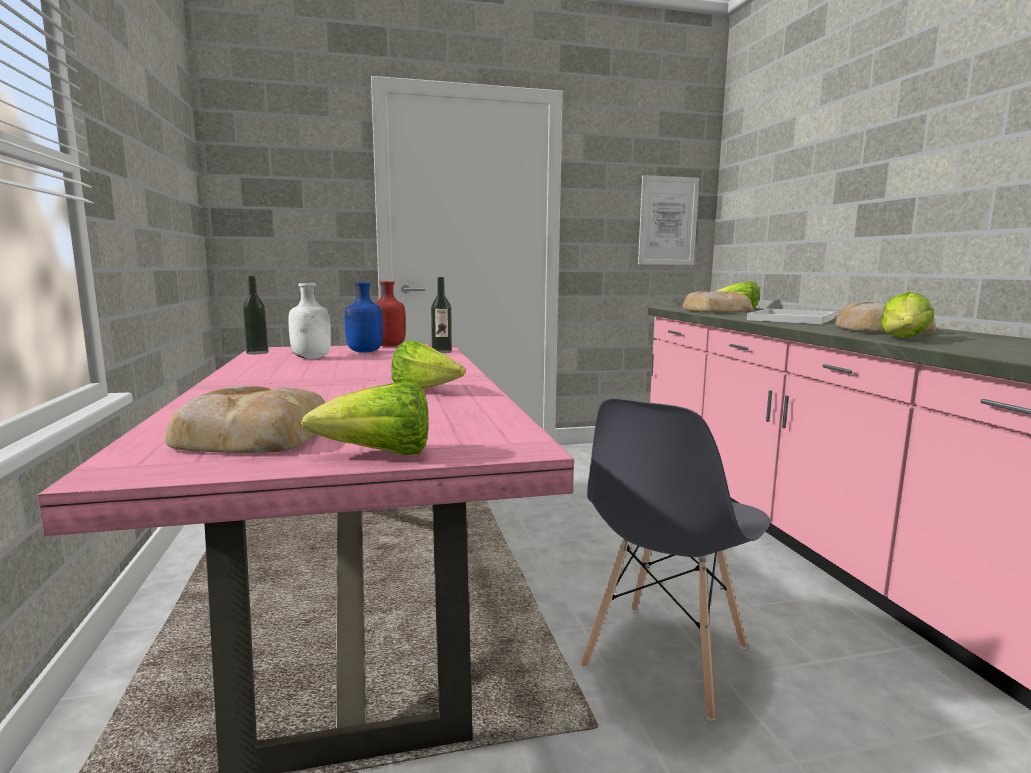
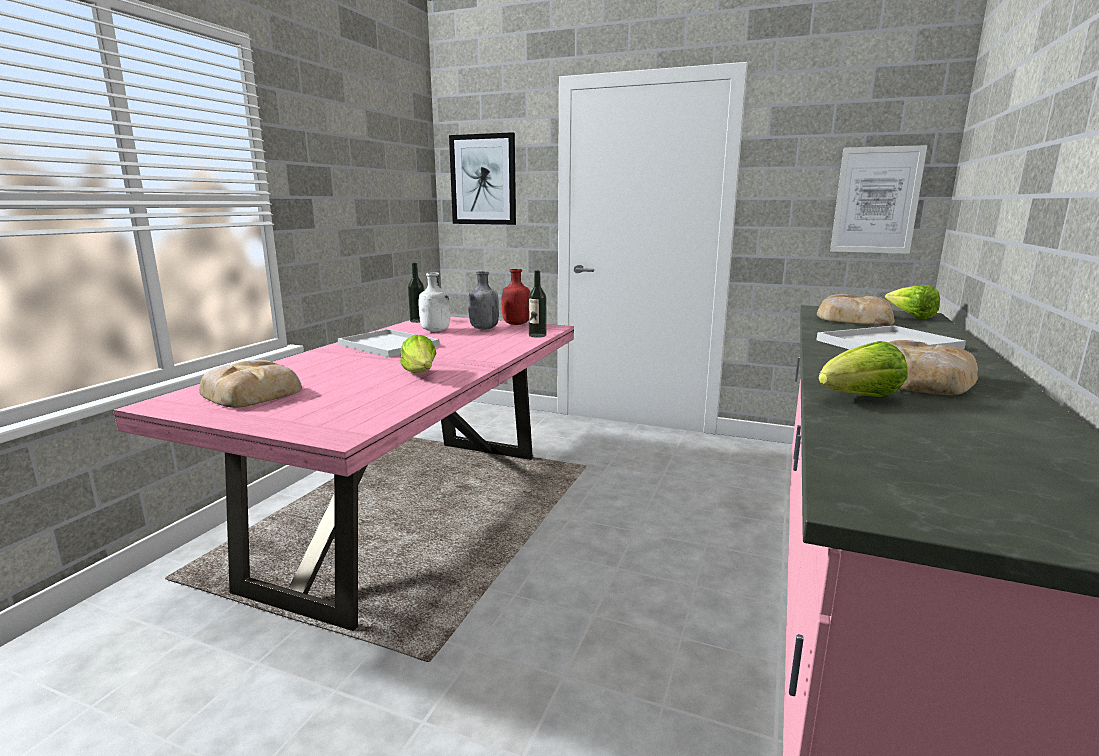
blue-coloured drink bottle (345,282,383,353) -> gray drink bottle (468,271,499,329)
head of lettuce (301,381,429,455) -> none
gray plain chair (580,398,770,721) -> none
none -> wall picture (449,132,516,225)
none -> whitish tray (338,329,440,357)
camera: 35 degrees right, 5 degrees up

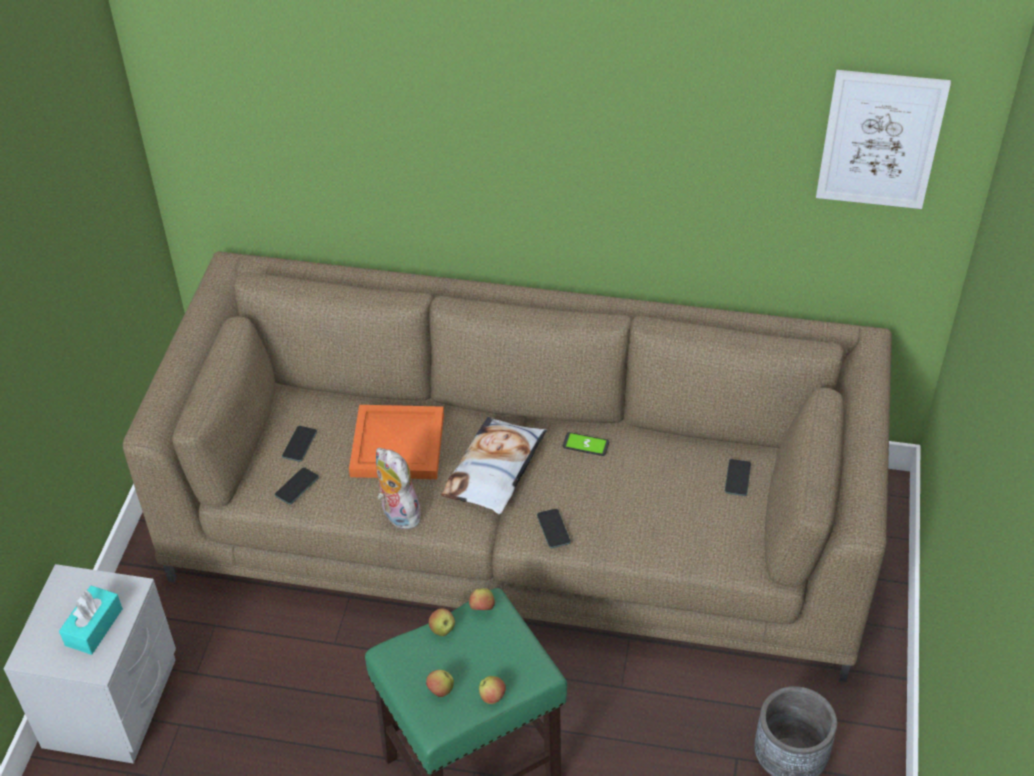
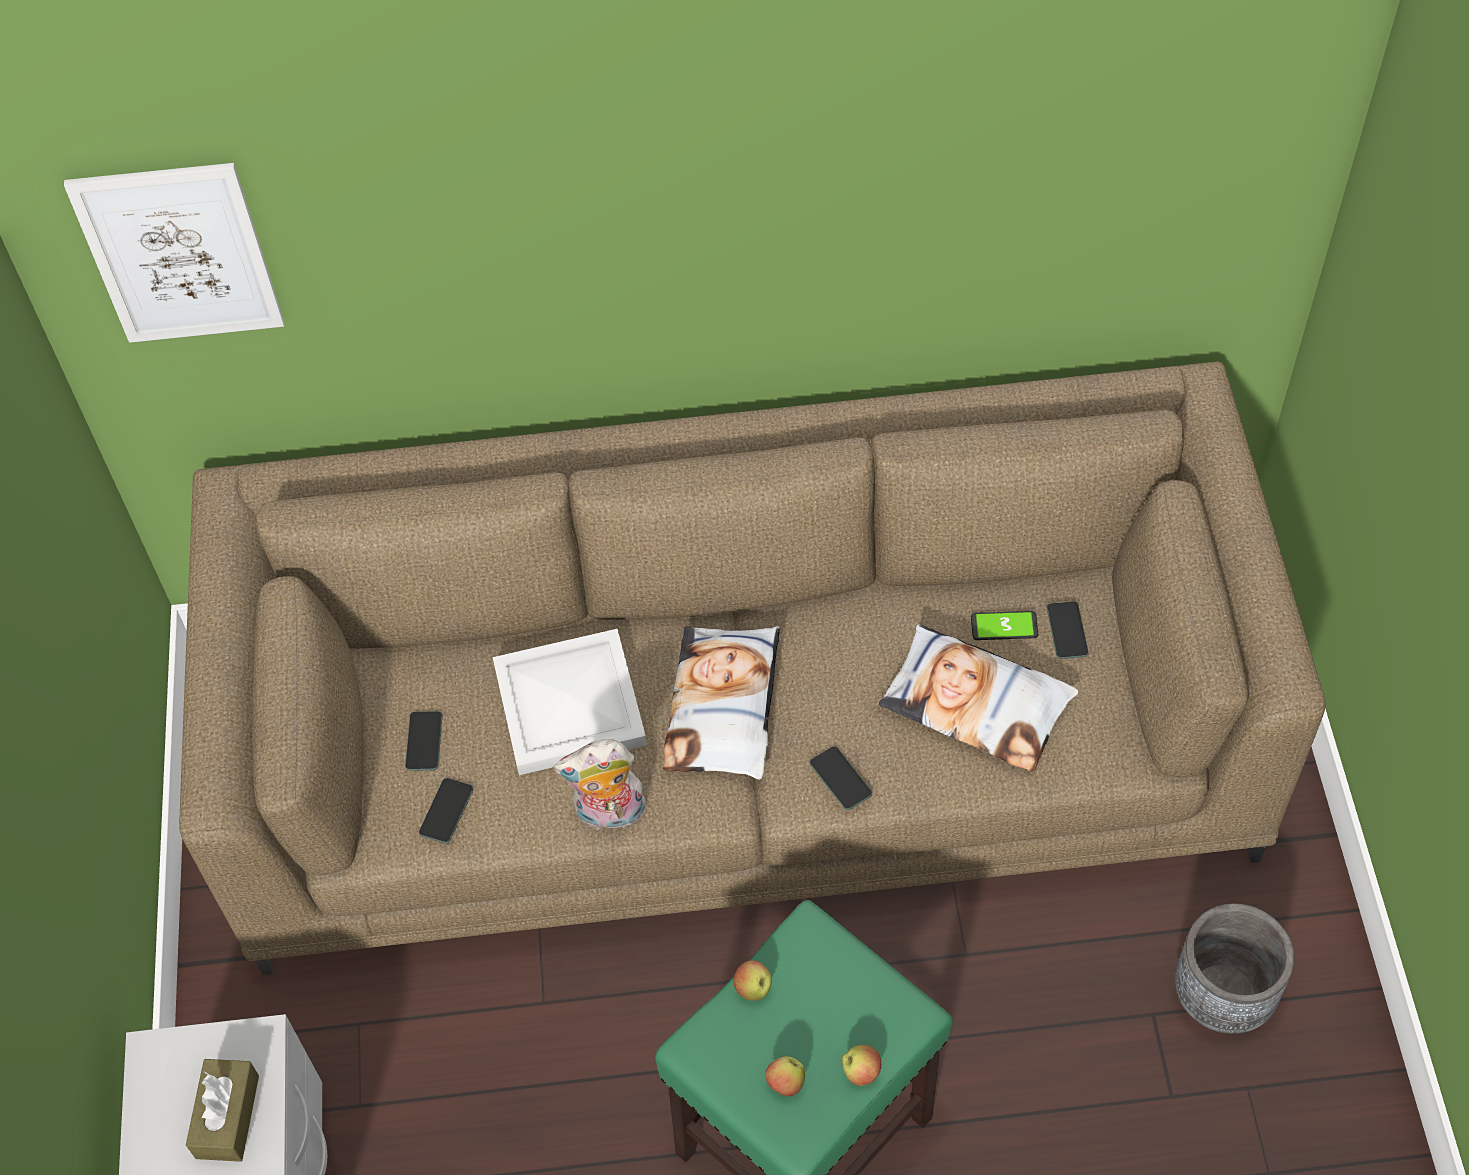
wall picture (816,70,951,209) -> wall picture (64,163,284,343), moved
orange tray (349,405,444,479) -> whitish tray (493,629,647,775)
phone (563,432,609,456) -> phone (971,611,1038,640), moved
cuddly toy (376,448,421,530) -> cuddly toy (554,739,646,830), 45 degrees counterclockwise
blue-green tissue box (59,586,123,655) -> brown tissue box (186,1059,259,1162)
apple (469,588,495,610) -> none
none -> cushion (879,624,1078,772)
camera: 15 degrees left, 10 degrees up

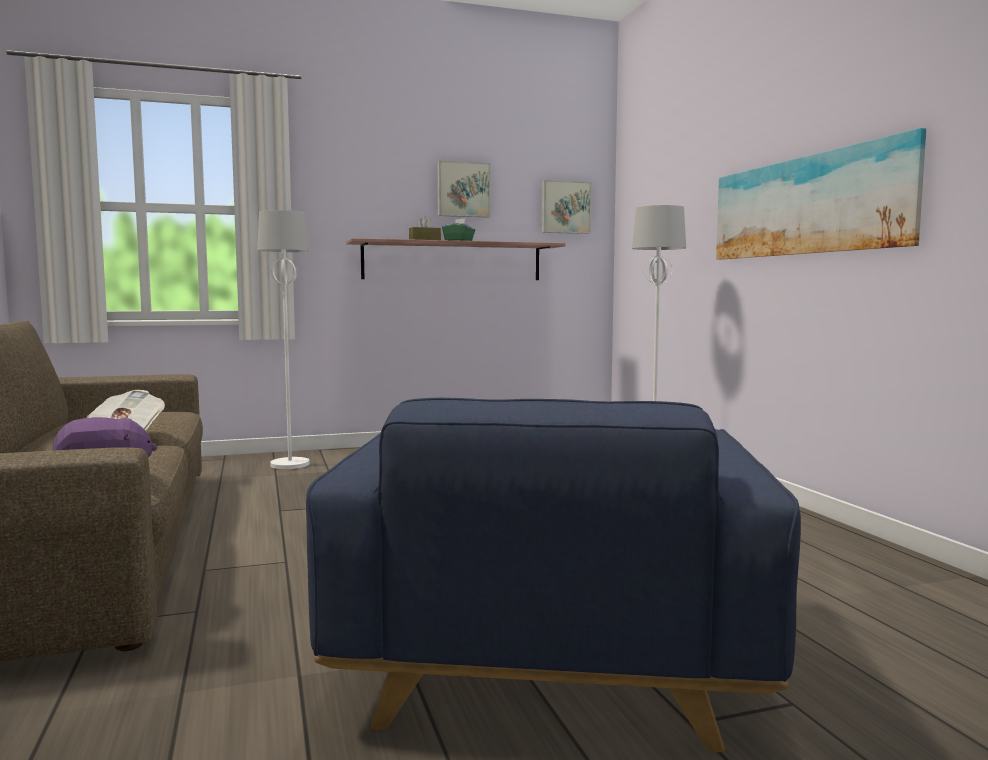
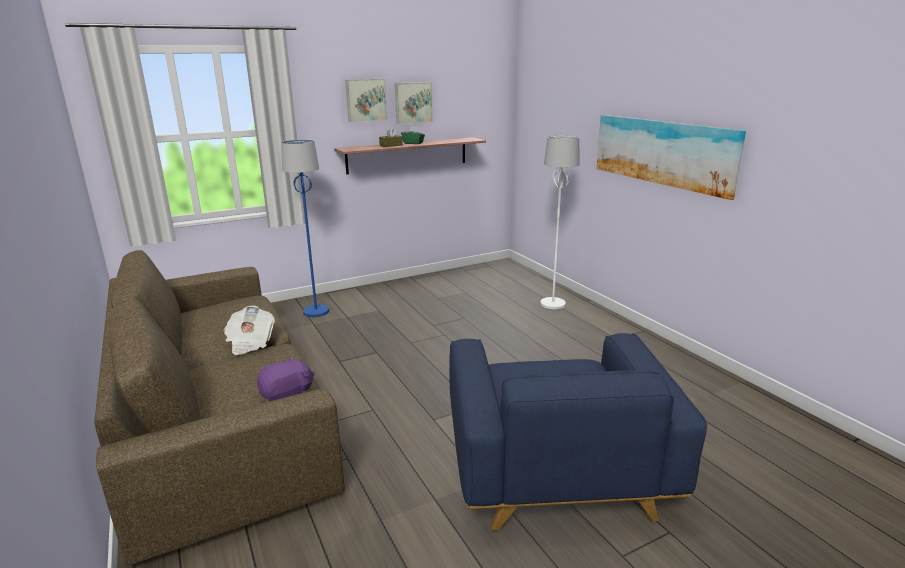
wall picture (542,180,592,234) -> wall picture (345,79,388,122), moved
whitish standing lamp (257,210,310,469) -> blue-coloured standing lamp (281,140,329,317)
camera: 10 degrees left, 15 degrees up

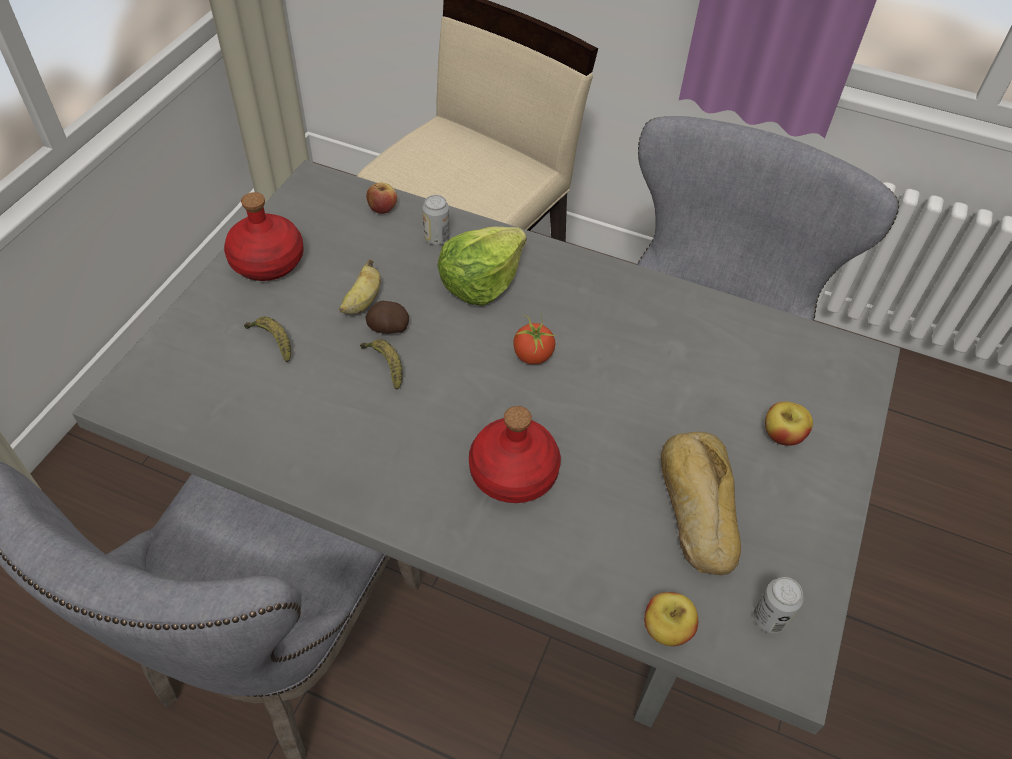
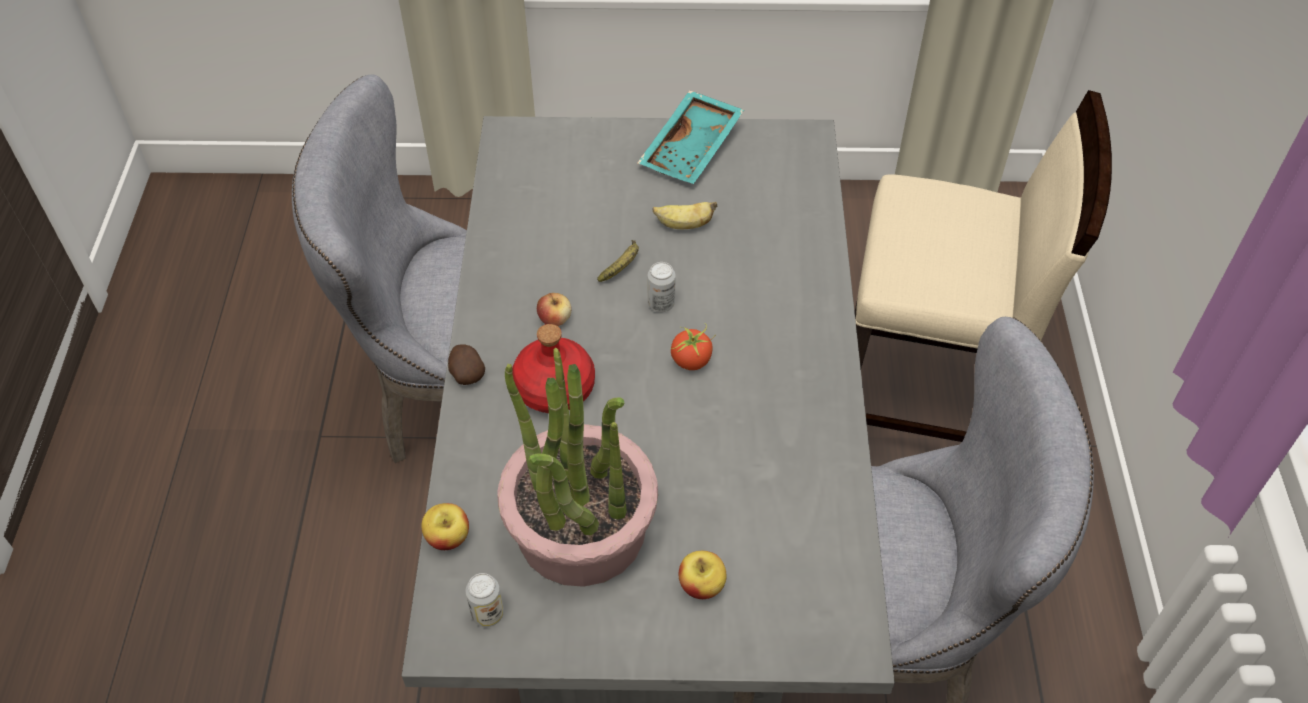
apple (366,183,397,214) -> apple (537,293,571,326), moved
red drink bottle (224,192,304,281) -> blue-green tray (638,90,744,184)
can (423,195,450,245) -> can (648,262,676,312), moved
head of lettuce (437,227,527,306) -> none
whole potato (365,301,409,334) -> whole potato (448,344,485,385), moved
banana fruit (244,317,291,362) -> none
bakery bread (661,432,741,575) -> houseplant (497,348,658,587)
camera: 70 degrees right, 0 degrees up

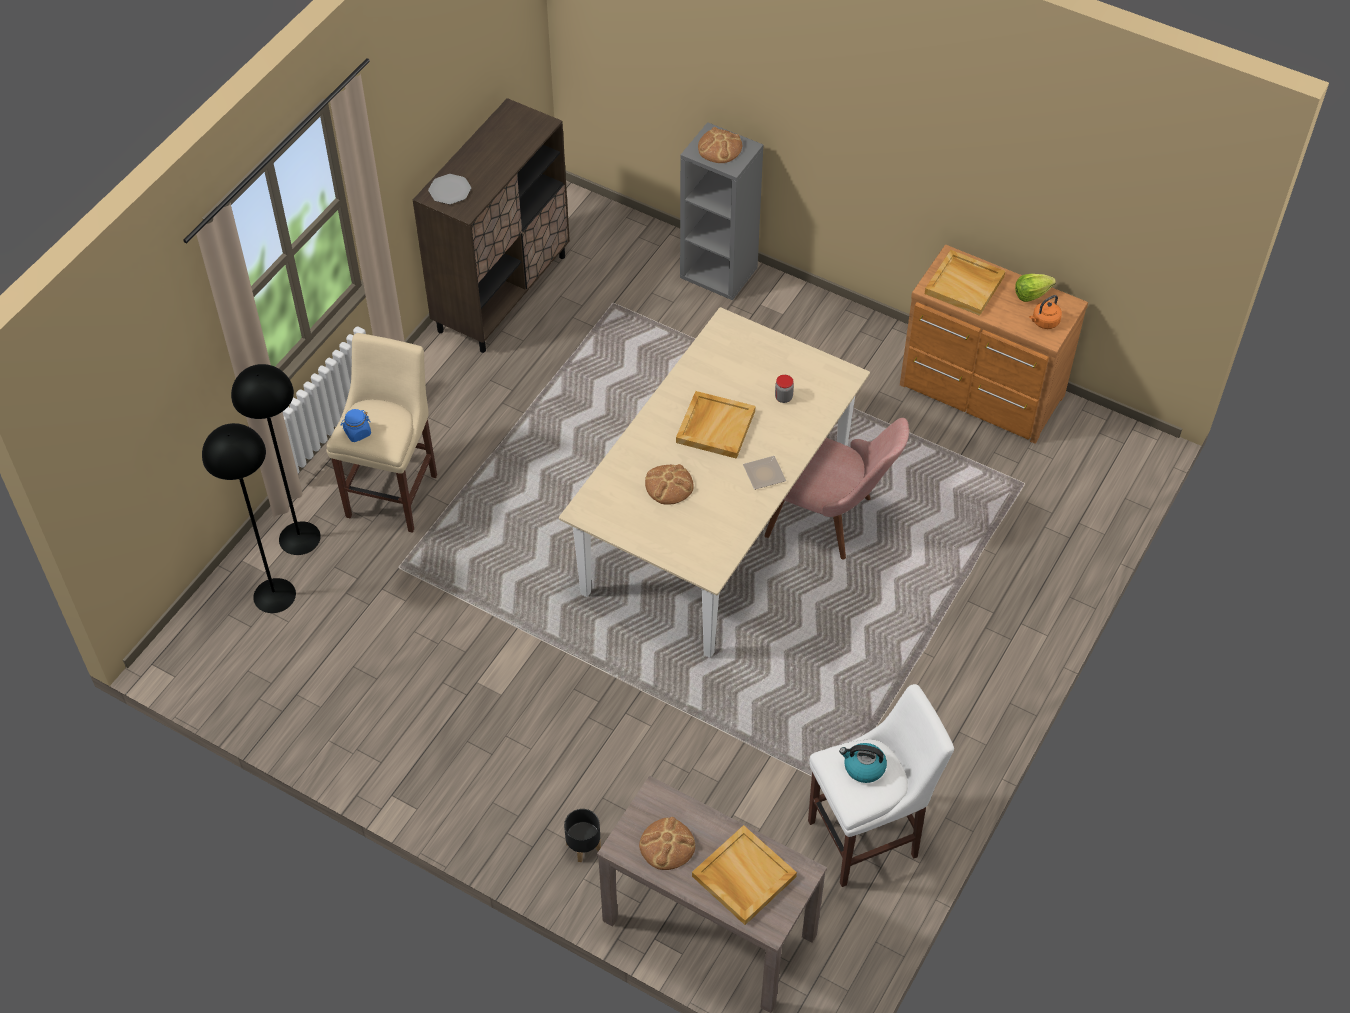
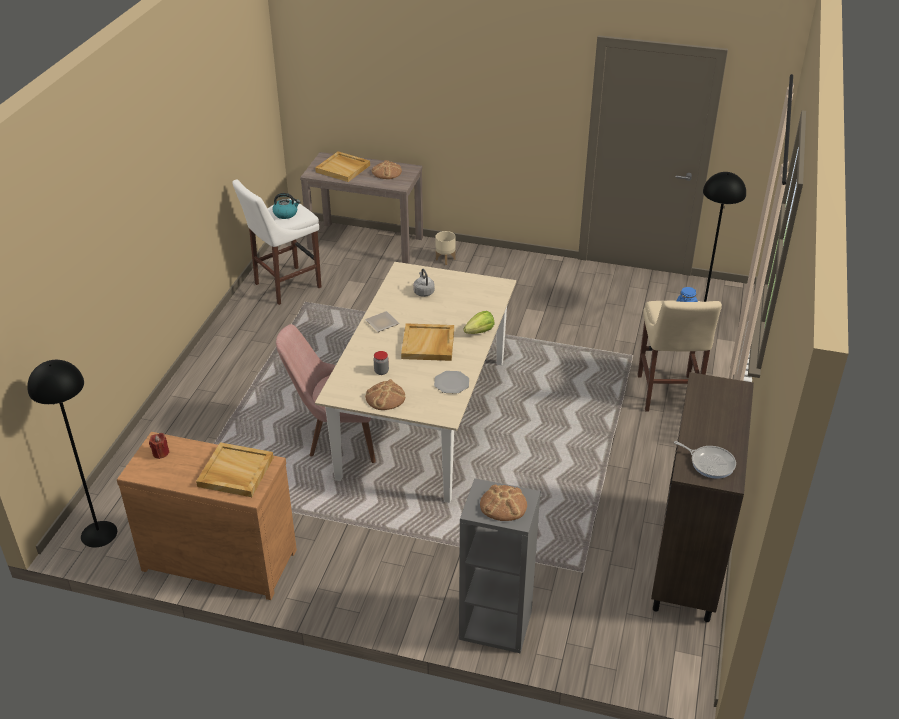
plate (428,174,471,204) -> plate (434,371,469,394), moved
head of lettuce (1015,274,1056,302) -> head of lettuce (464,311,495,334), moved
orange tea kettle (1029,295,1062,329) -> red candle (149,433,169,459)
black standing lamp (231,364,321,555) -> black standing lamp (27,360,117,547), moved
bakery bread (645,464,694,505) -> bakery bread (365,379,405,410), moved
black plant pot (564,809,601,862) -> beige plant pot (436,231,456,265)
none -> gray tea kettle (413,269,435,297)
none -> pan (674,441,736,479)
camera: 165 degrees right, 15 degrees down

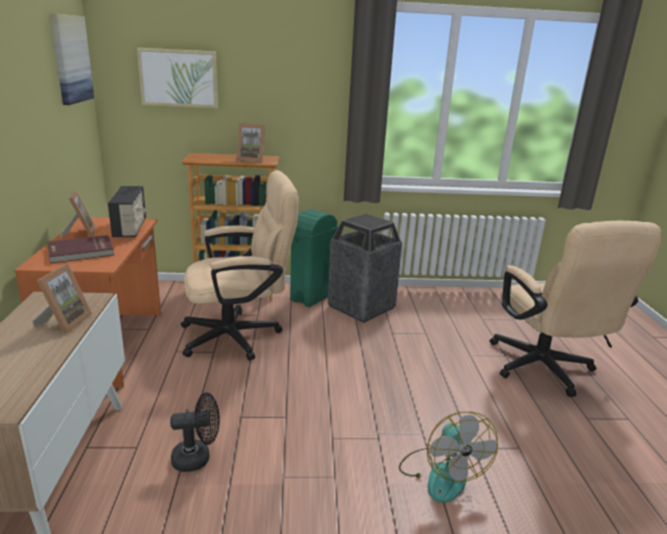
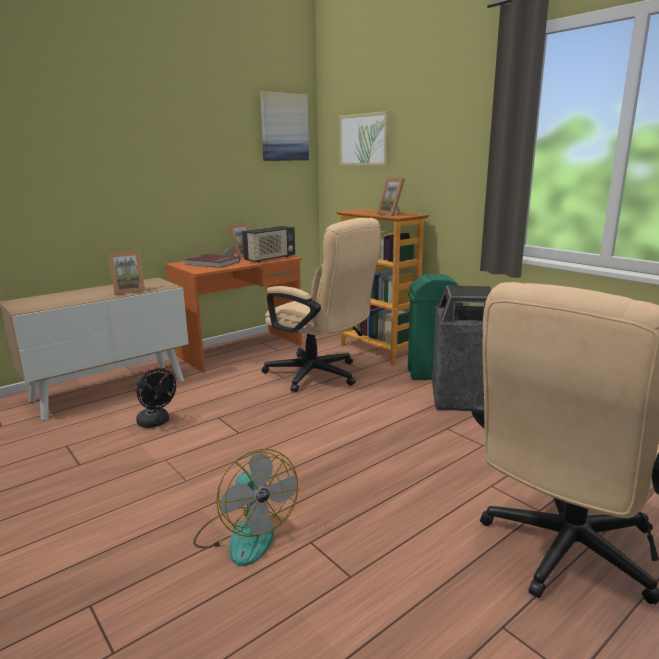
electric fan (399,412,498,503) -> electric fan (193,449,298,566), 75 degrees counterclockwise
camera: 55 degrees right, 5 degrees down

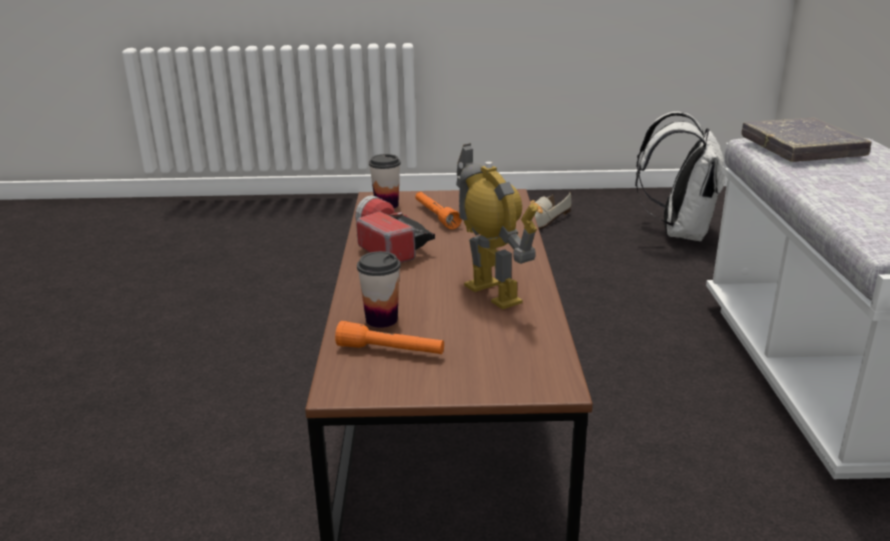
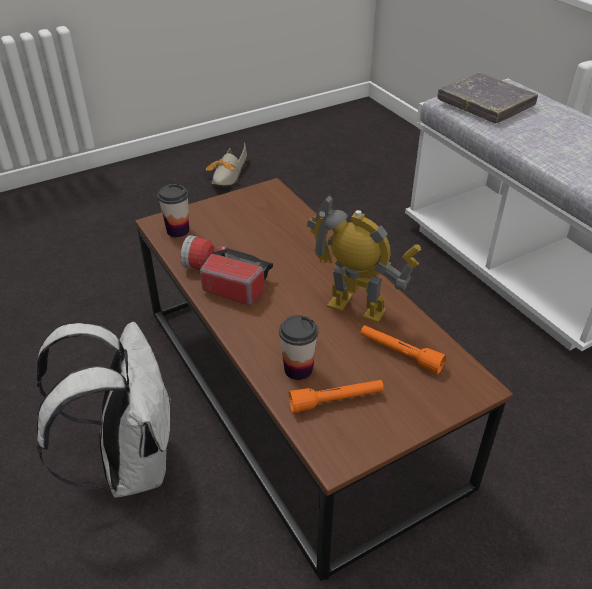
whitish rucksack (635,111,725,242) -> whitish rucksack (37,322,171,498), moved
orange torch (415,192,462,229) -> orange torch (360,325,446,374), moved
camera: 30 degrees left, 15 degrees up

